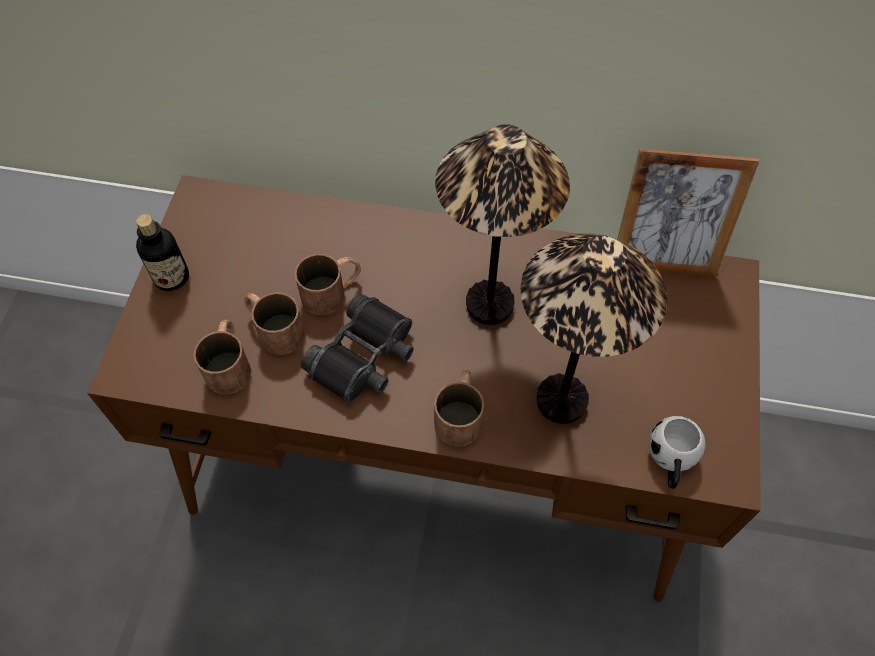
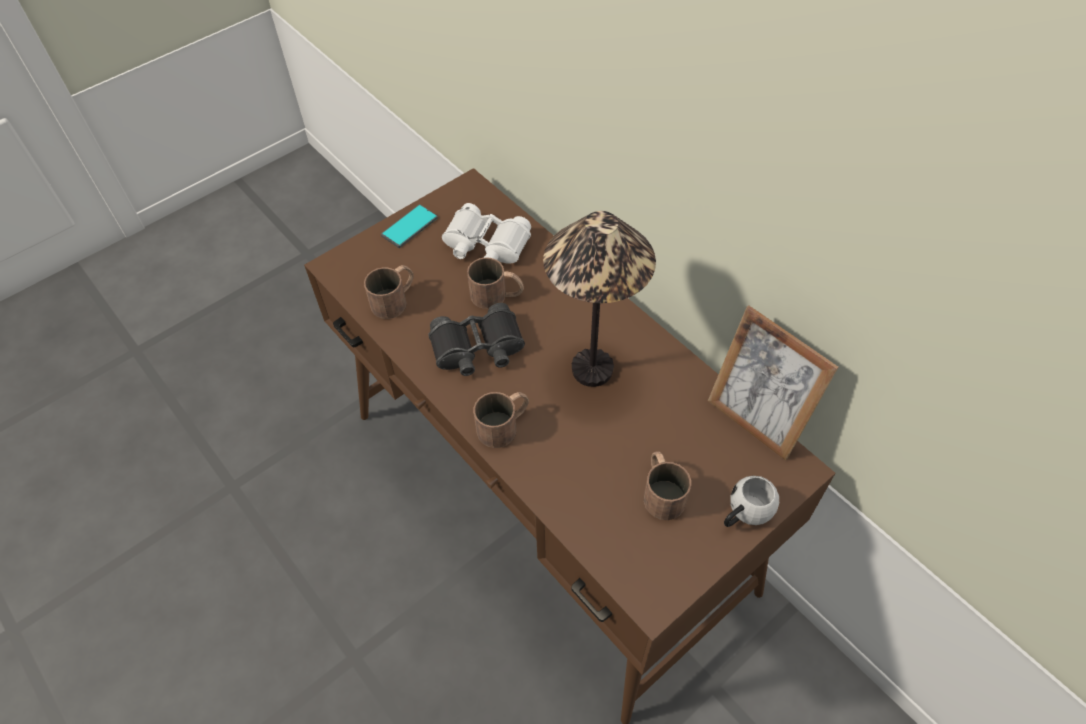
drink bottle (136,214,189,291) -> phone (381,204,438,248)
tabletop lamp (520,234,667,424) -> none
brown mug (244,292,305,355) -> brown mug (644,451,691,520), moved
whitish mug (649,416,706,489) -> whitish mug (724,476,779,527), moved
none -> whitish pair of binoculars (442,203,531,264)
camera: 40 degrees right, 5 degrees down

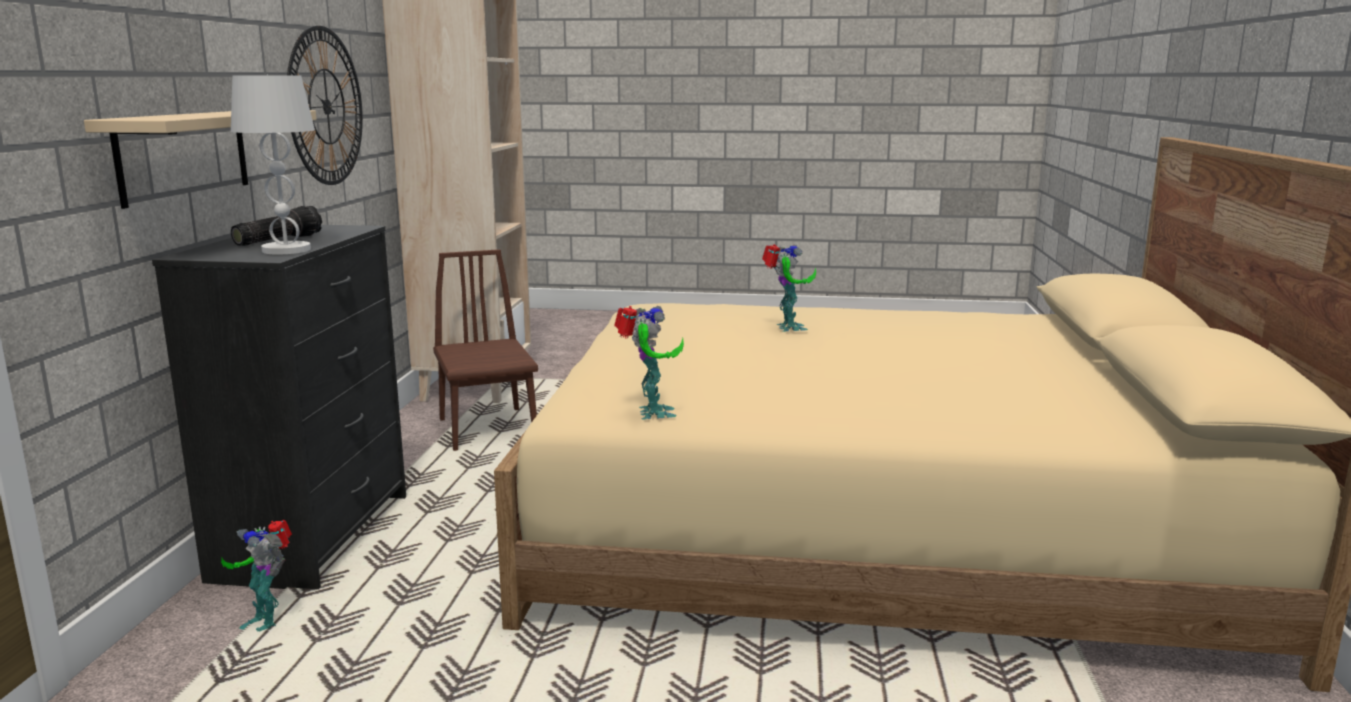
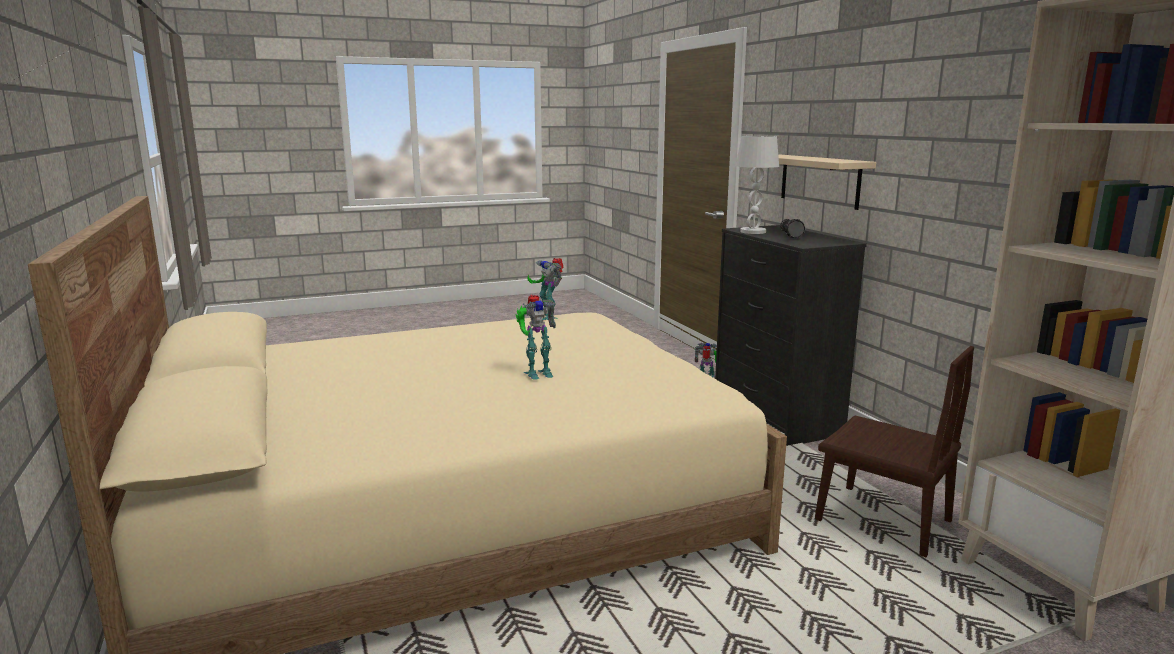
clock on the wall (287,26,363,185) -> none
robot figure (762,244,816,332) -> robot figure (516,295,556,380), 75 degrees counterclockwise
camera: 150 degrees right, 0 degrees up

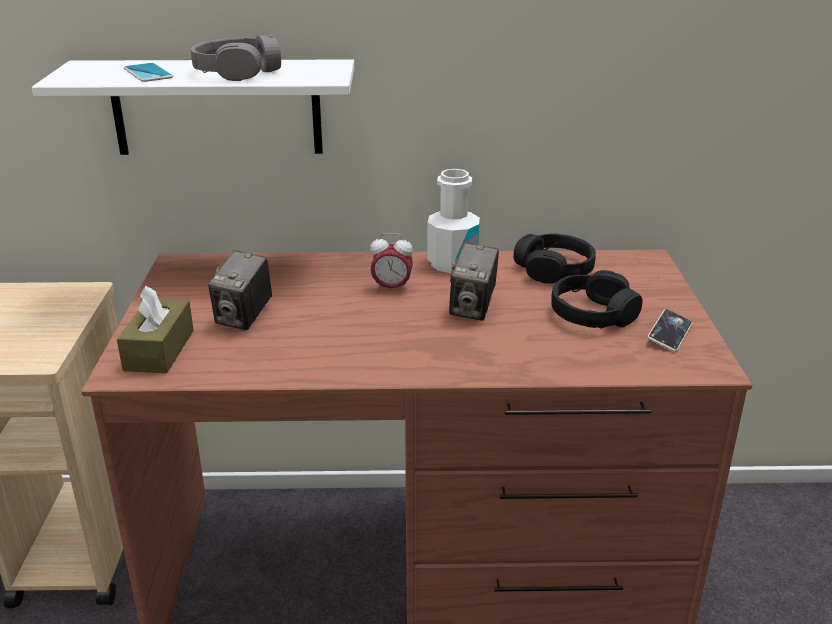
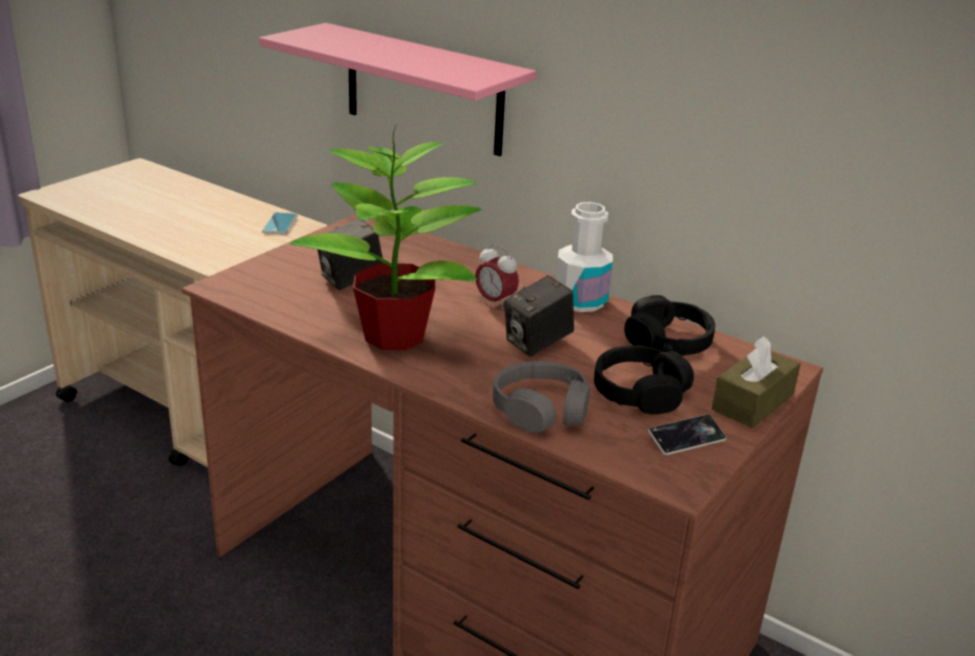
gray headphones (191,35,281,81) -> gray headphones (492,361,590,433), moved
whitish shelf (32,59,354,155) -> pink shelf (259,23,536,156)
phone (124,63,173,82) -> phone (262,212,298,234), moved
brown tissue box (117,286,194,373) -> brown tissue box (712,335,801,428), moved
none -> houseplant (290,124,482,350)
camera: 35 degrees right, 0 degrees up

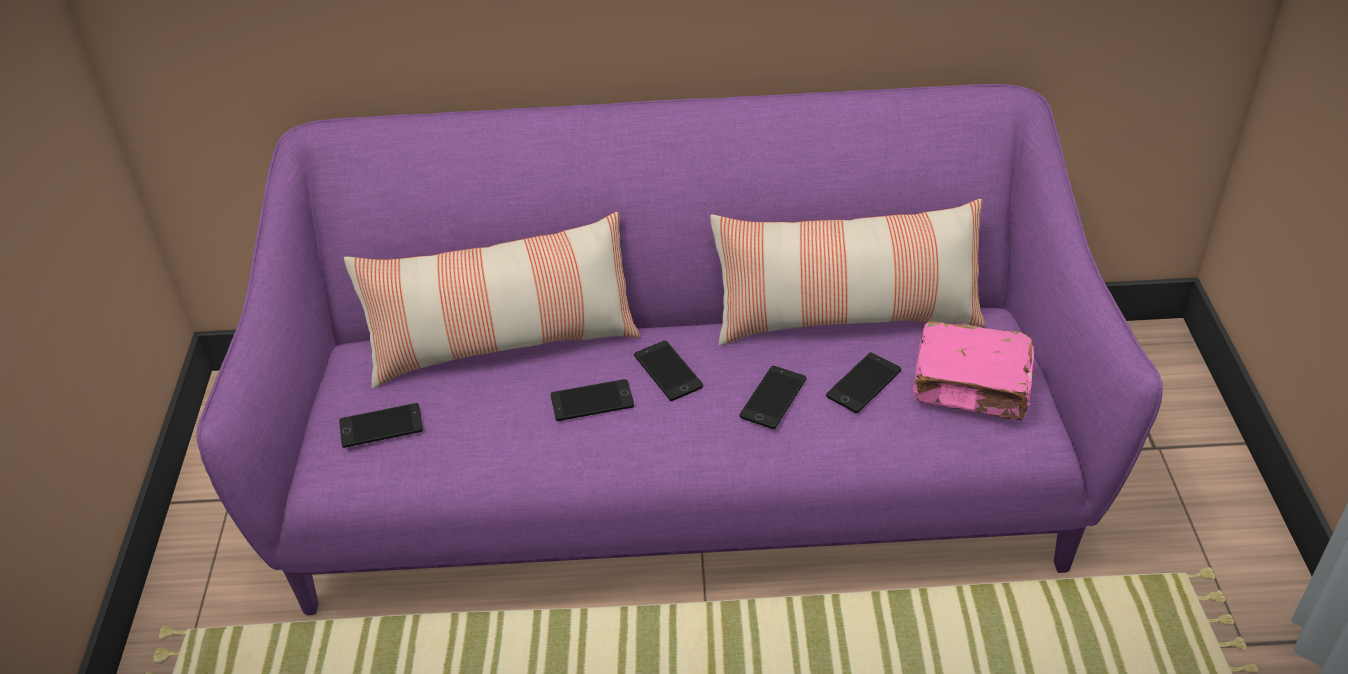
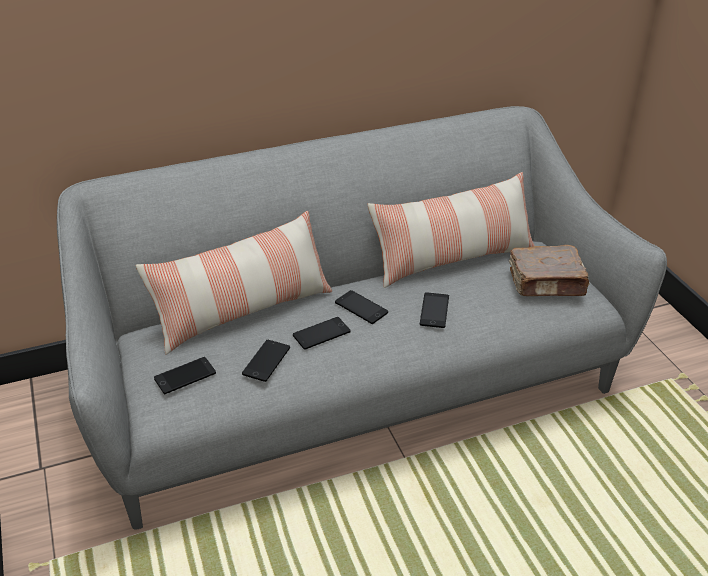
purplish couch (196,84,1163,615) -> gray couch (57,106,667,530)
pink bound book (913,321,1034,421) -> brown bound book (509,245,590,296)
phone (826,353,901,413) -> phone (242,340,290,382), moved
camera: 20 degrees left, 5 degrees down

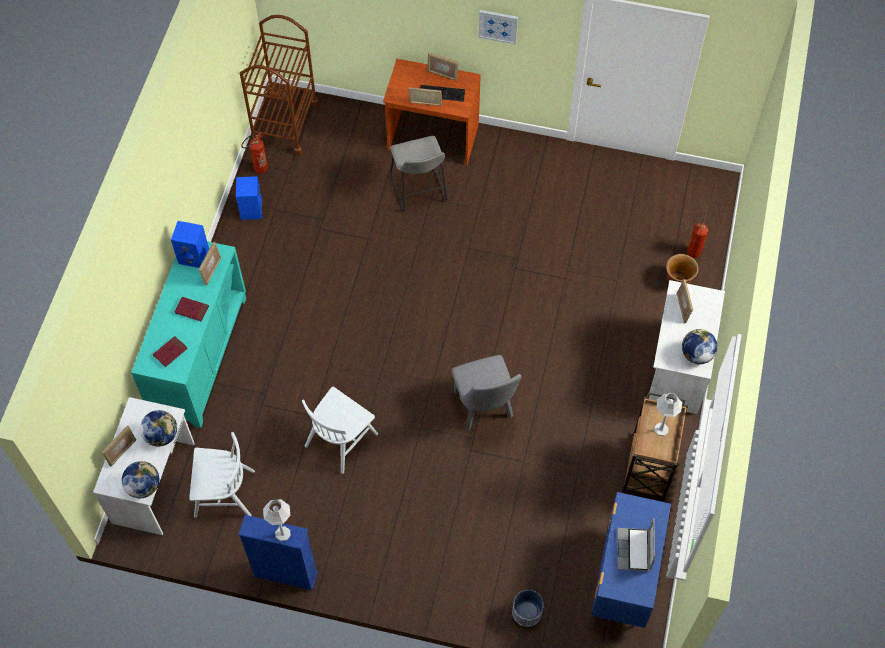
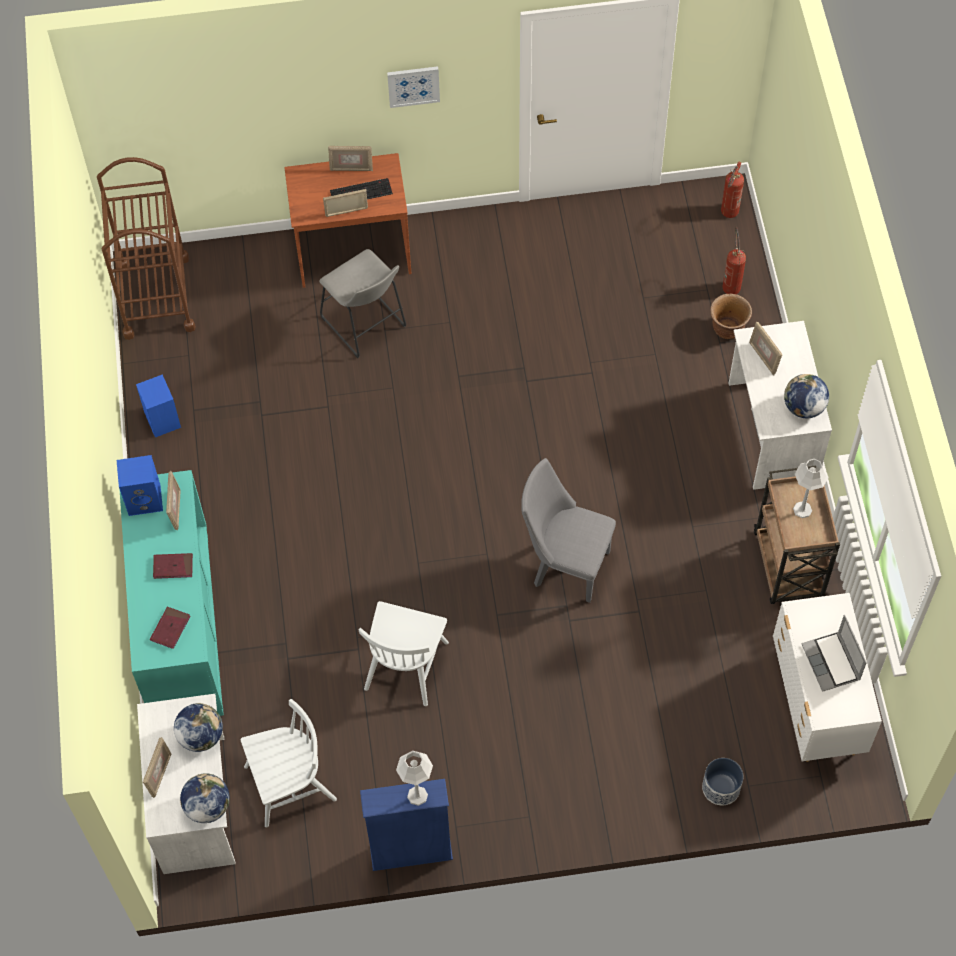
extinguisher (241,132,268,174) -> extinguisher (721,162,744,218), moved
gray plain chair (452,355,522,431) -> gray plain chair (521,458,616,603), 150 degrees clockwise
blue-coloured chest of drawers (591,492,671,628) -> whitish chest of drawers (773,593,882,762)
camera: 20 degrees left, 0 degrees up

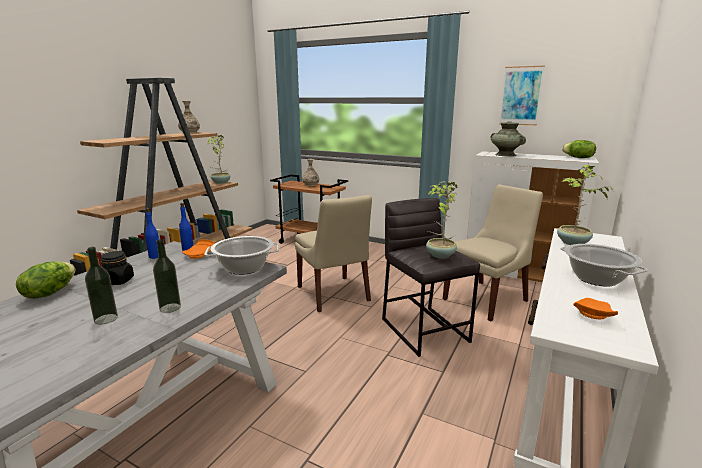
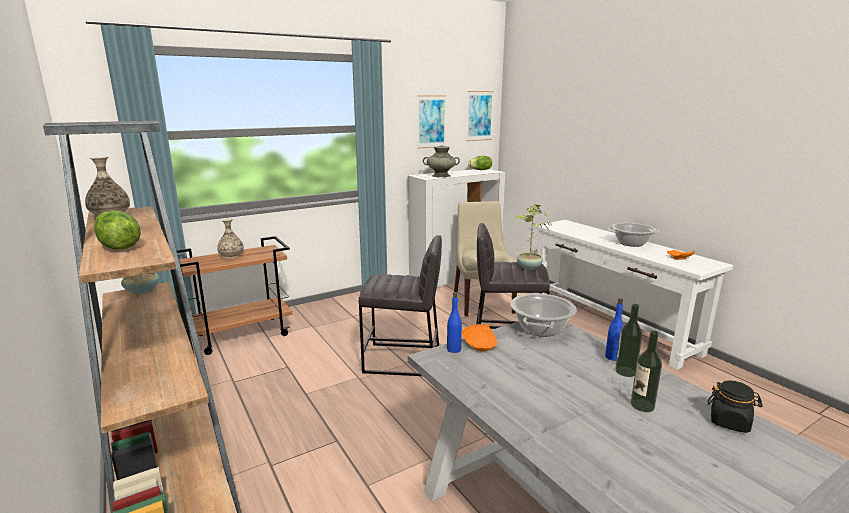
houseplant (557,164,613,245) -> none
beige plain chair (295,195,372,312) -> gray sitting stool (359,235,442,376)
blue-coloured drink bottle (145,208,159,259) -> blue-coloured drink bottle (605,298,623,361), moved
black storage jar (100,251,134,285) -> black storage jar (708,380,763,433), moved
head of lettuce (16,261,75,299) -> head of lettuce (94,210,141,250), moved
none -> wall picture (467,91,494,141)
camera: 60 degrees left, 0 degrees up

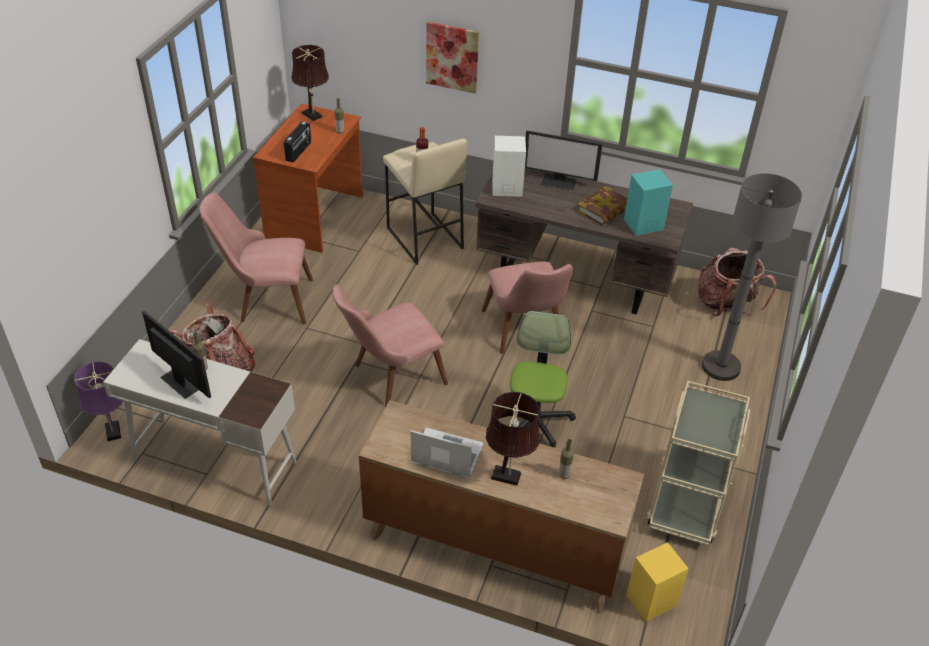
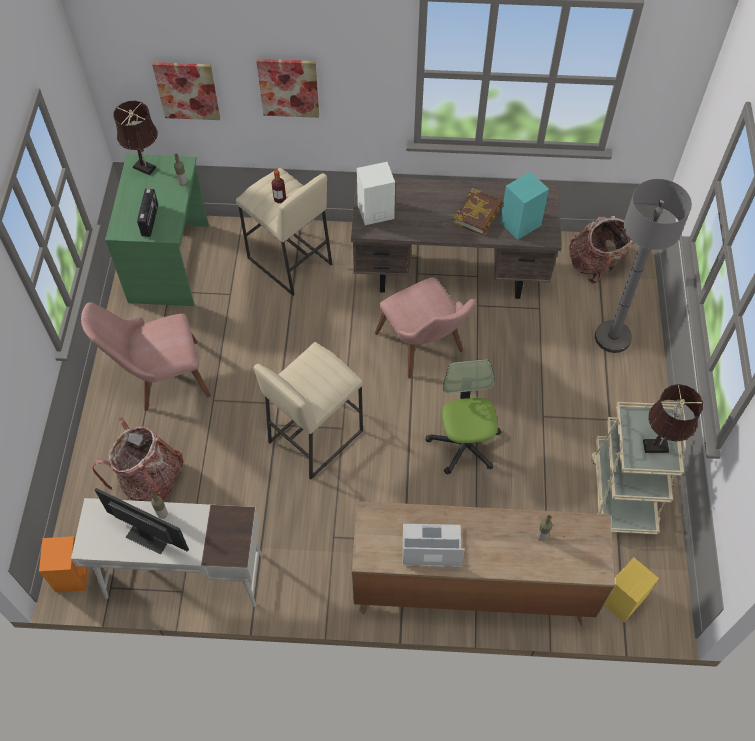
brown desk (253,103,363,253) -> greenish desk (105,154,209,306)
computer display (525,130,602,190) -> none
pink plain chair (332,284,448,407) -> beige sitting stool (254,342,363,480)
purplish tabletop lamp (74,361,123,441) -> orange loudspeaker (39,536,88,592)
brown tabletop lamp (486,392,540,486) -> brown tabletop lamp (643,384,703,453), moved
none -> wall picture (152,62,220,120)
camera: 15 degrees left, 15 degrees up

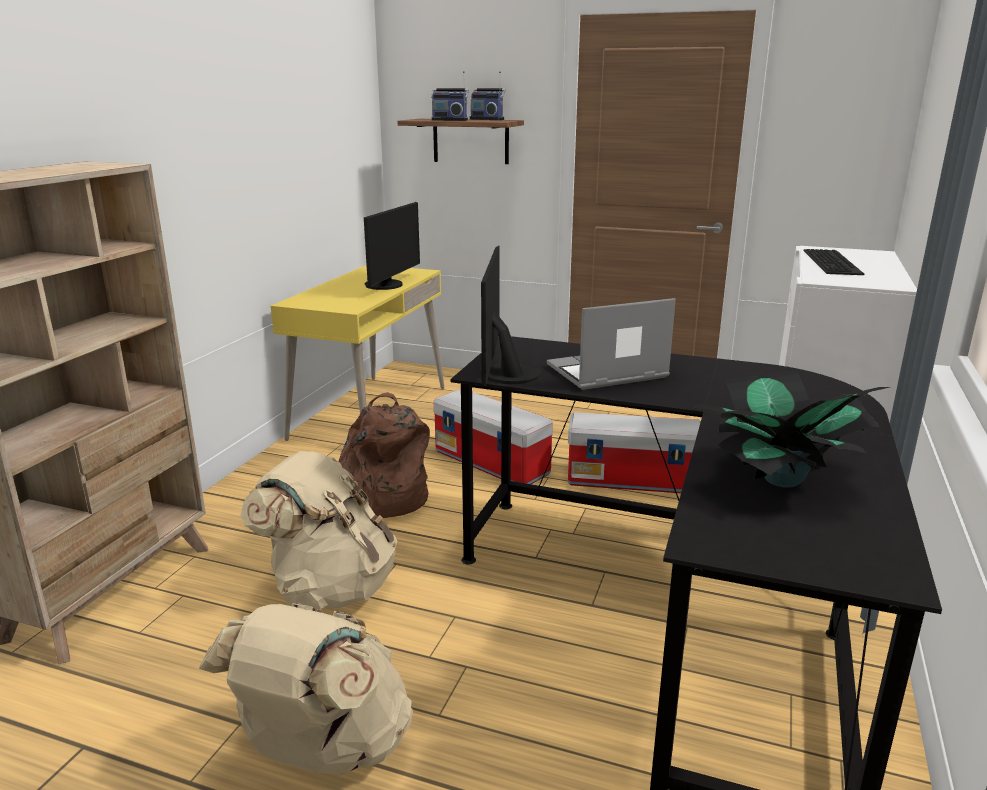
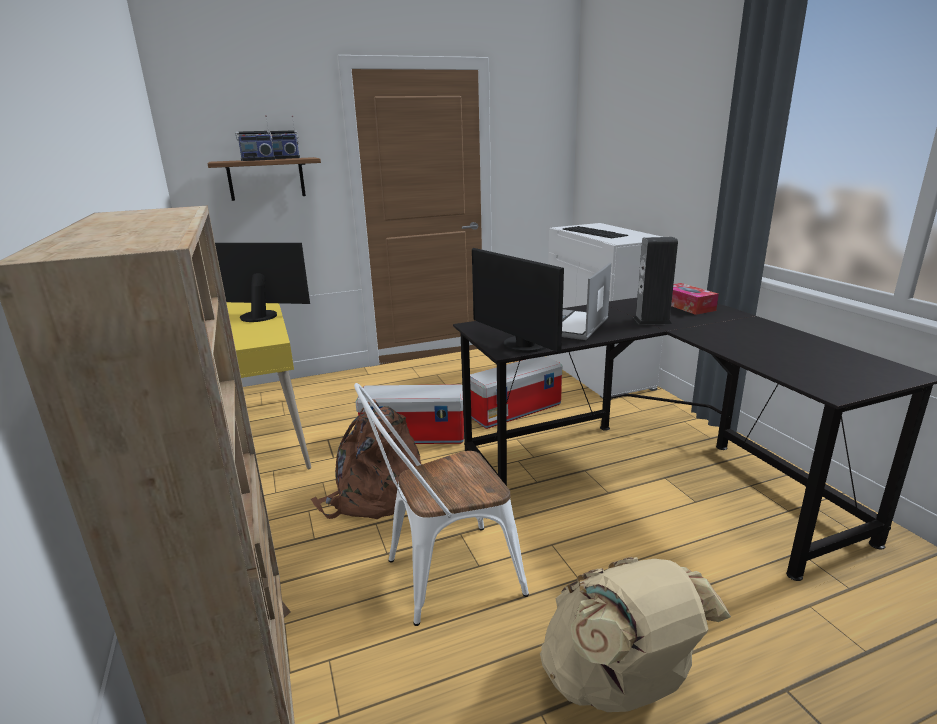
computer display (364,202,420,290) -> computer display (215,243,310,322), 60 degrees counterclockwise
houseplant (695,370,890,488) -> none
beige rucksack (241,451,397,610) -> whitish plain chair (354,383,529,626)
none -> loudspeaker (633,237,678,325)
none -> tissue box (671,283,719,315)
camera: 40 degrees left, 0 degrees up

